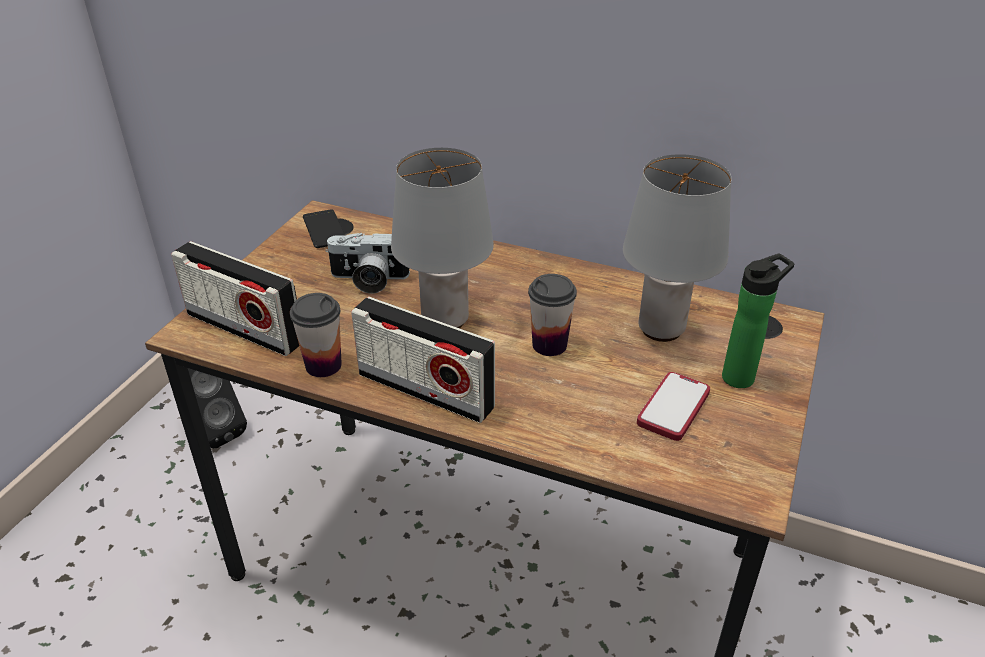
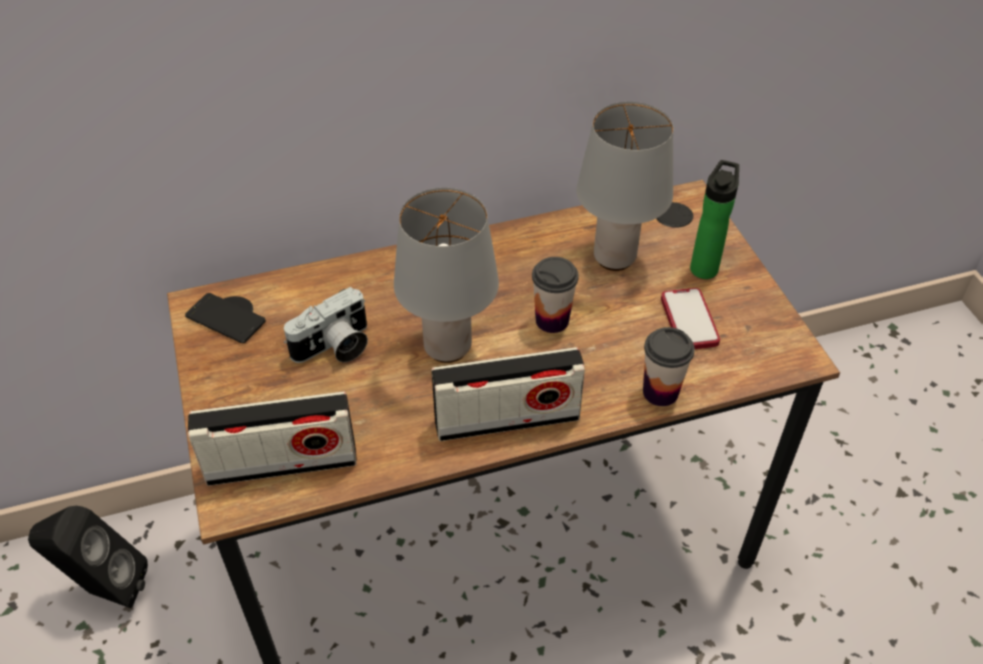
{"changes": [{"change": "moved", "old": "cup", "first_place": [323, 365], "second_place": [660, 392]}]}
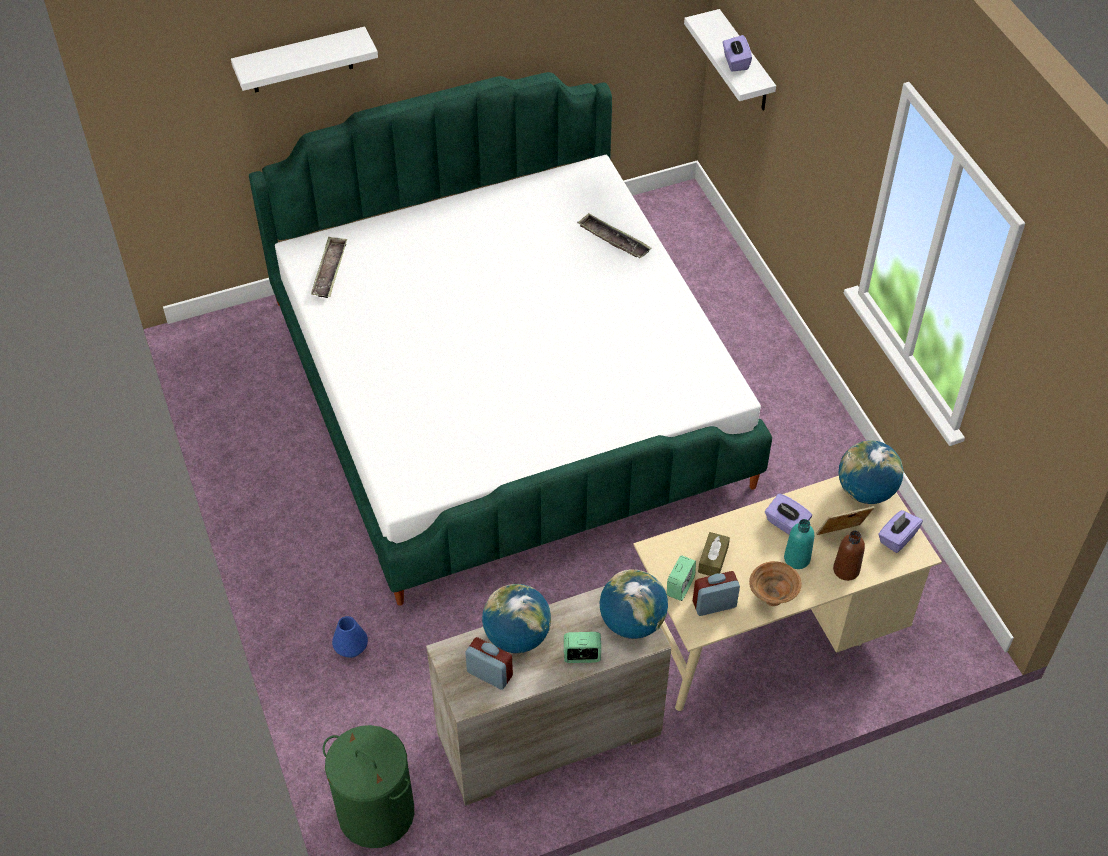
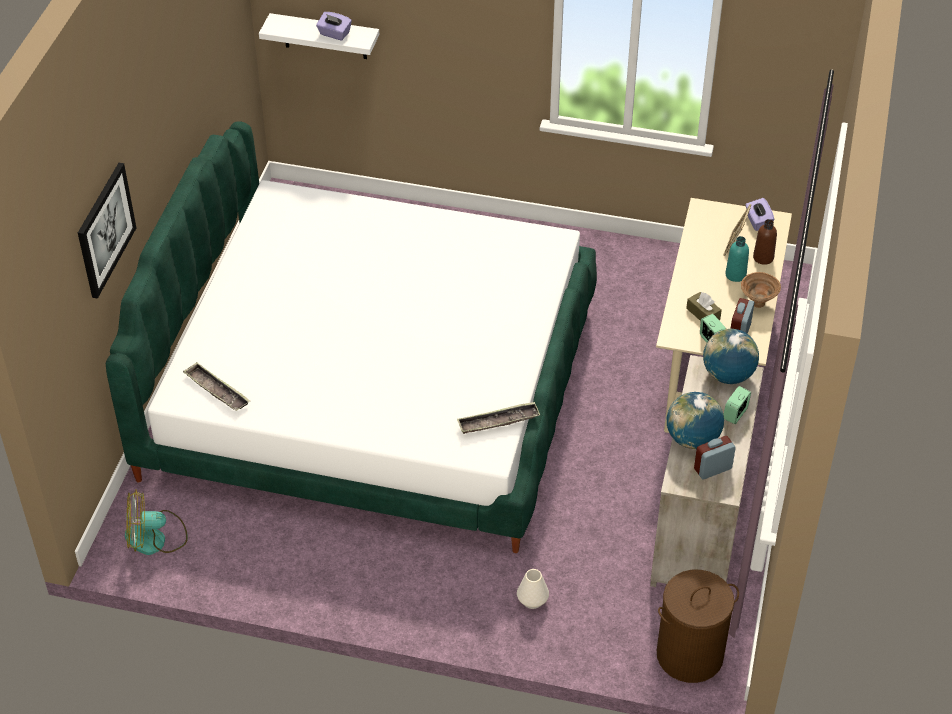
{"changes": [{"change": "replaced", "old": "wall shelf (whitish)", "new": "wall art", "first_place": [301, 60], "second_place": [105, 229]}, {"change": "moved", "old": "serving tray", "first_place": [614, 240], "second_place": [498, 421]}, {"change": "removed", "old": "desk globe", "first_place": [865, 491]}, {"change": "removed", "old": "tissue box (purplish)", "first_place": [786, 523]}, {"change": "recoloured", "old": "vase (blue-coloured)", "new": "vase (whitish)", "first_place": [351, 648], "second_place": [532, 600]}, {"change": "recoloured", "old": "hamper (green-coloured)", "new": "hamper (brown)", "first_place": [375, 812], "second_place": [689, 655]}, {"change": "added", "new": "cooling fan", "second_place": [155, 539]}]}
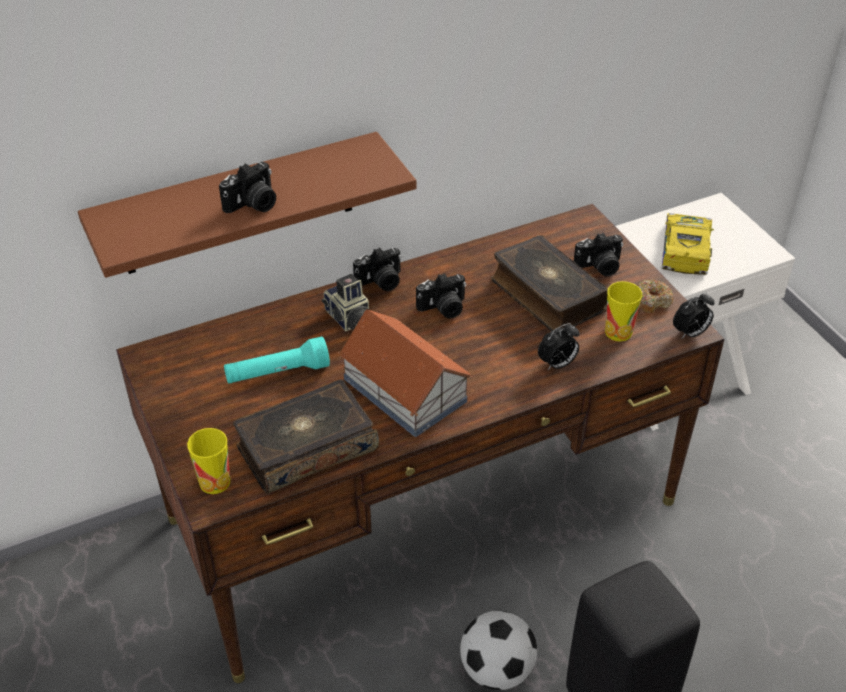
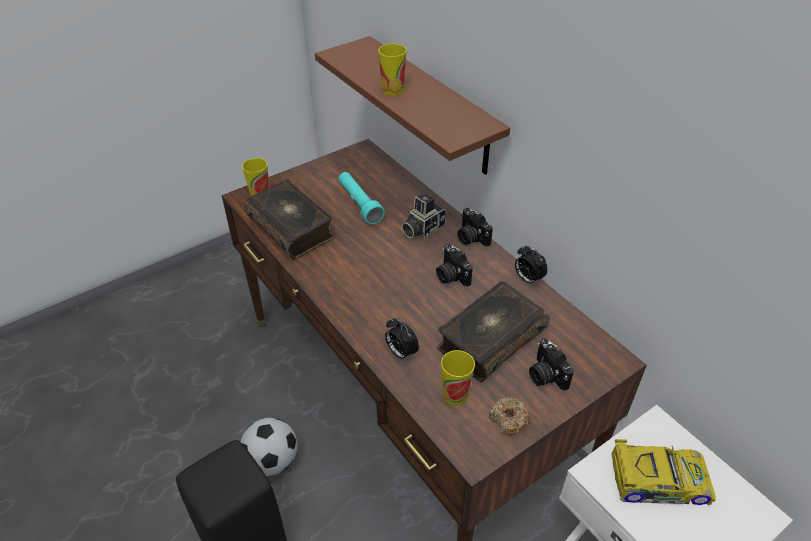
{"changes": [{"change": "replaced", "old": "still camera", "new": "cup", "first_place": [253, 204], "second_place": [392, 89]}, {"change": "moved", "old": "table clock", "first_place": [690, 333], "second_place": [527, 279]}, {"change": "removed", "old": "toy house", "first_place": [404, 388]}]}
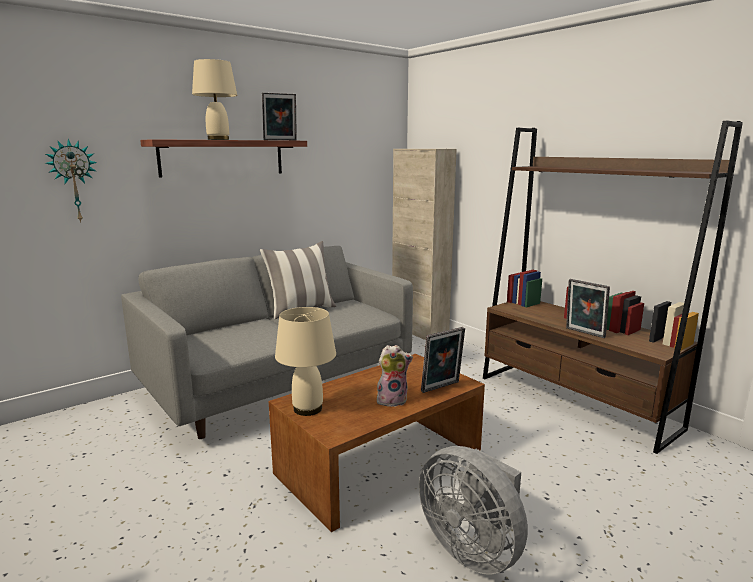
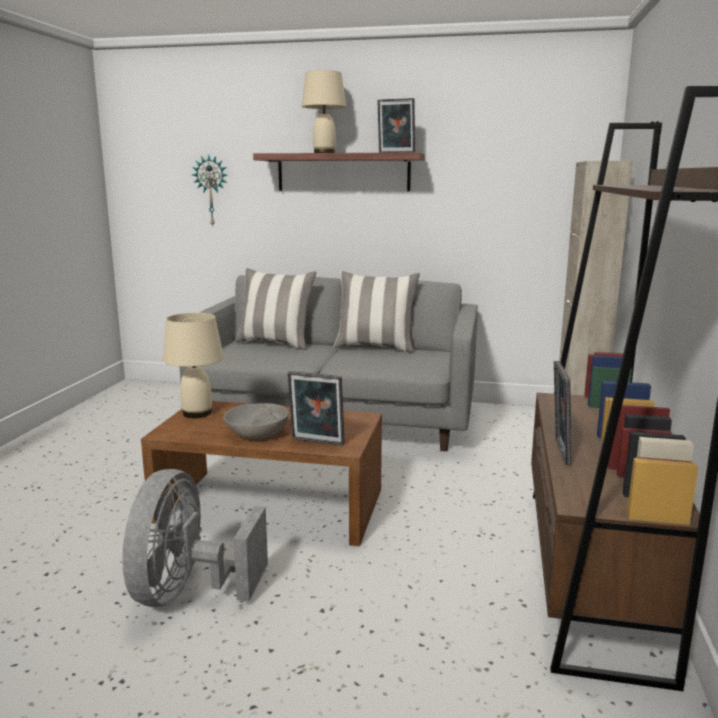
{"changes": [{"change": "replaced", "old": "plush toy", "new": "serving bowl (greyish)", "first_place": [392, 400], "second_place": [257, 433]}, {"change": "added", "new": "cushion", "second_place": [275, 343]}]}
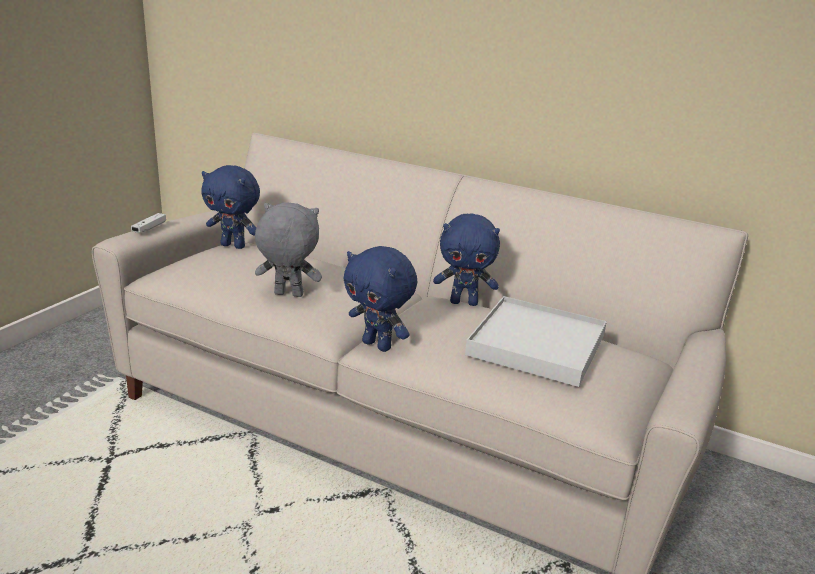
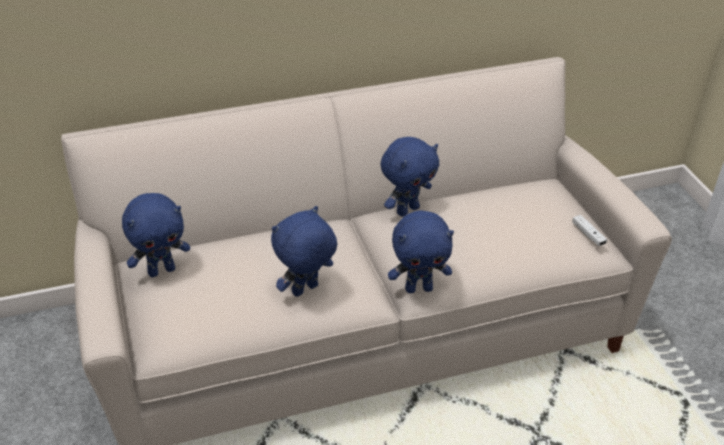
{"changes": [{"change": "recoloured", "old": "plush toy (greyish)", "new": "plush toy (blue-coloured)", "first_place": [287, 295], "second_place": [305, 291]}, {"change": "moved", "old": "game controller (whitish)", "first_place": [149, 228], "second_place": [588, 234]}, {"change": "removed", "old": "serving tray (whitish)", "first_place": [536, 345]}]}
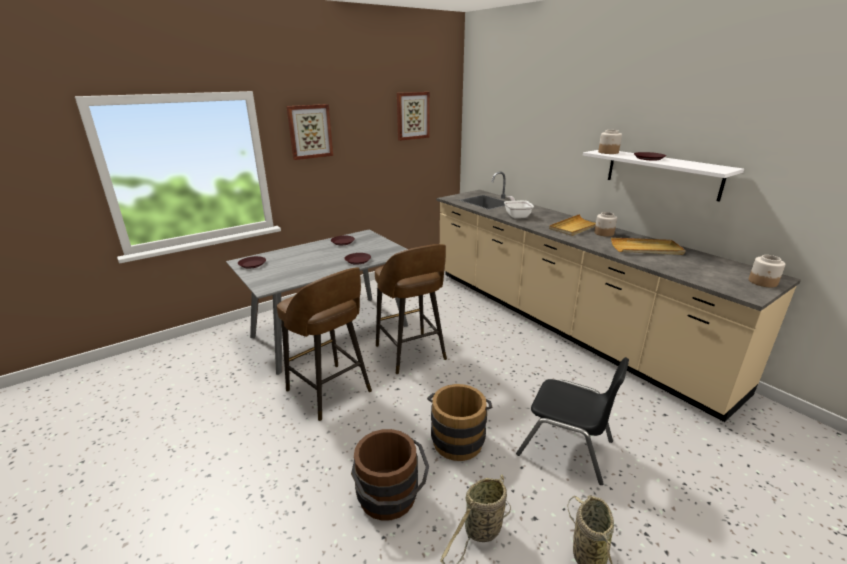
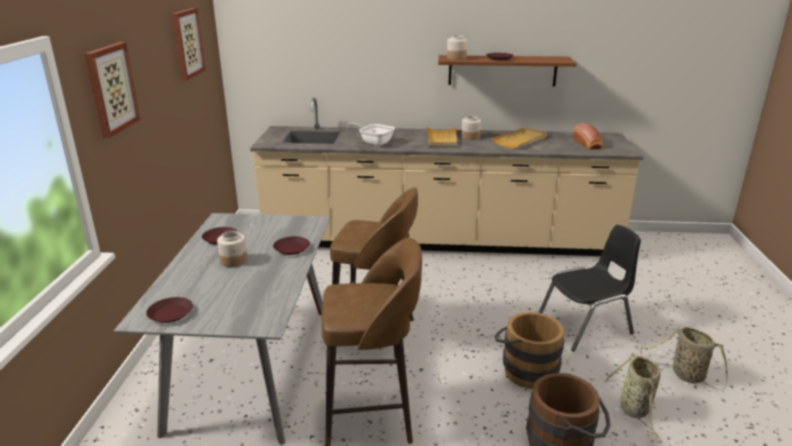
{"changes": [{"change": "recoloured", "old": "wall shelf (whitish)", "new": "wall shelf (brown)", "first_place": [662, 173], "second_place": [502, 70]}, {"change": "moved", "old": "jar", "first_place": [763, 282], "second_place": [234, 260]}, {"change": "added", "new": "baked bread", "second_place": [588, 145]}]}
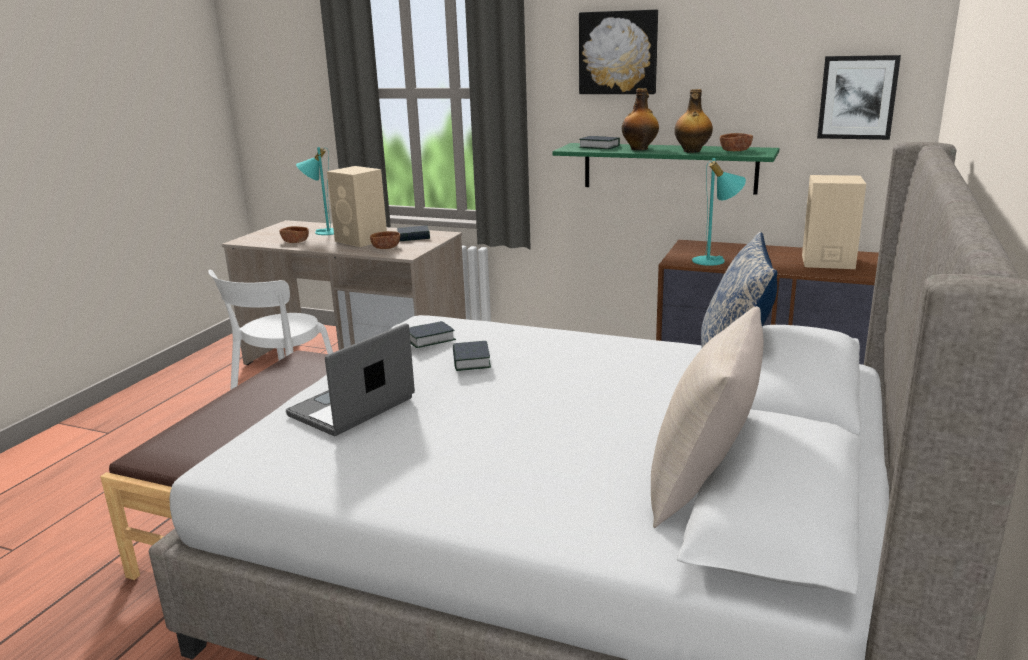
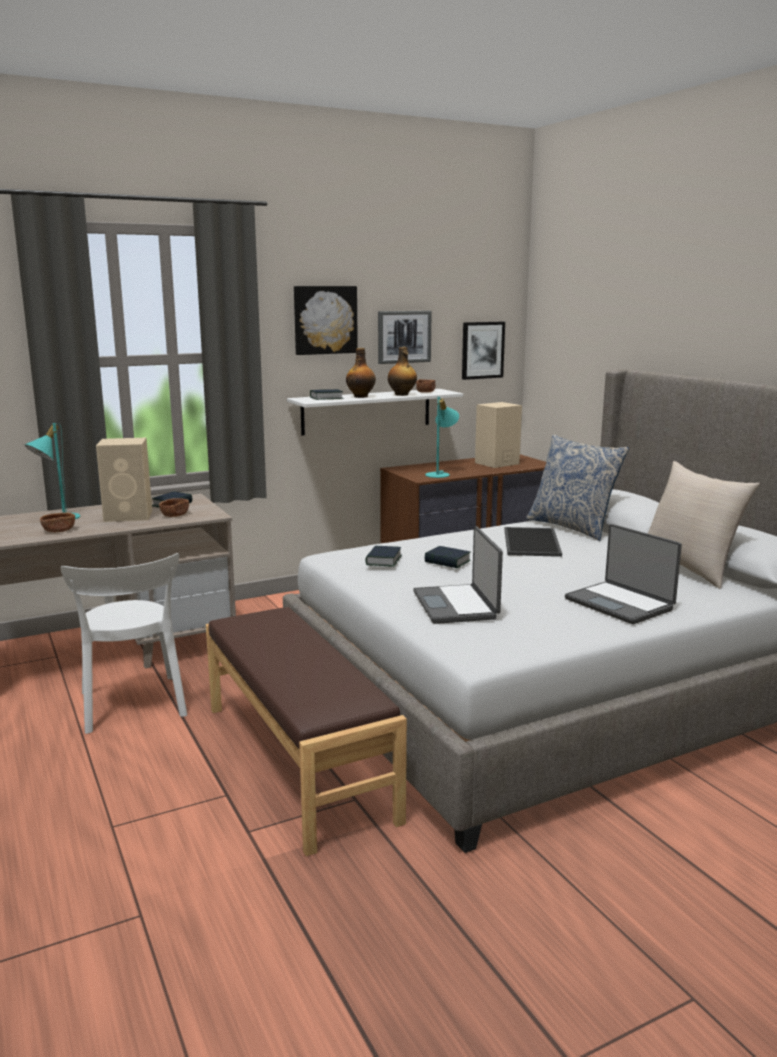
{"changes": [{"change": "recoloured", "old": "wall shelf (green-coloured)", "new": "wall shelf (whitish)", "first_place": [669, 168], "second_place": [366, 411]}, {"change": "added", "new": "wall art", "second_place": [404, 337]}, {"change": "added", "new": "portable computer", "second_place": [620, 604]}, {"change": "added", "new": "serving tray", "second_place": [533, 542]}]}
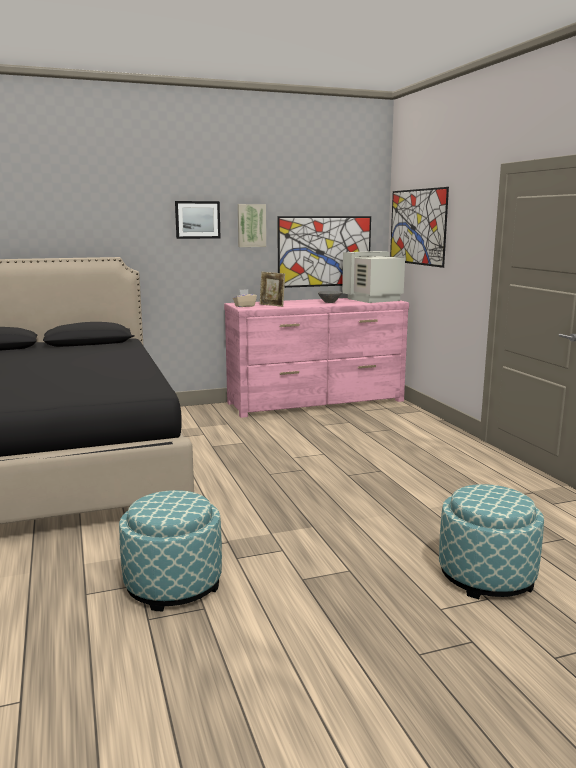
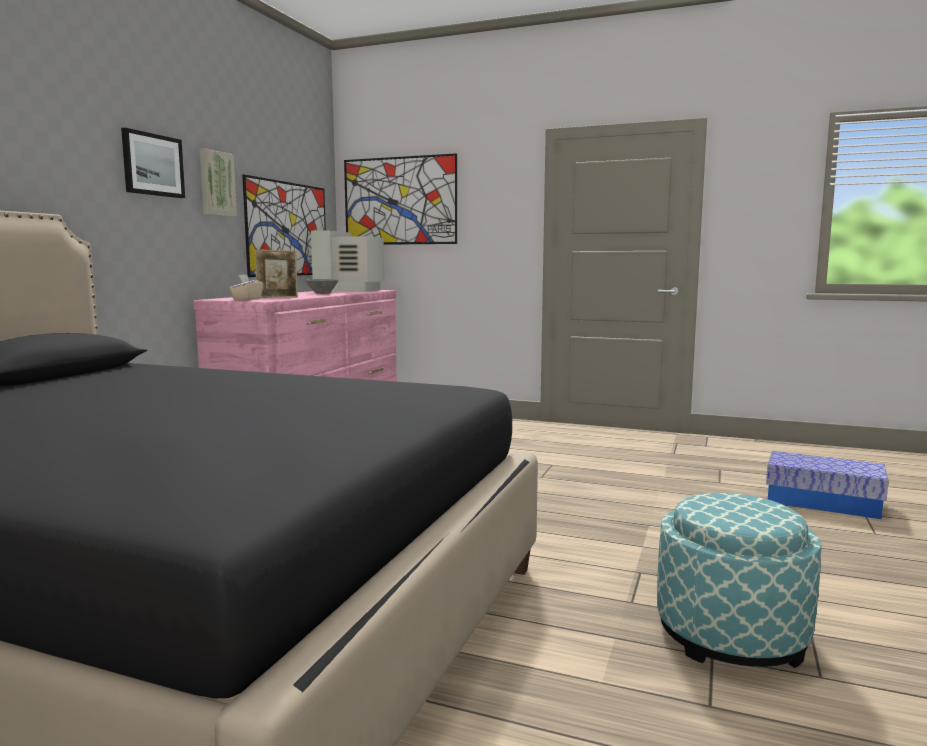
{"changes": [{"change": "replaced", "old": "ottoman", "new": "storage container", "first_place": [486, 576], "second_place": [822, 502]}]}
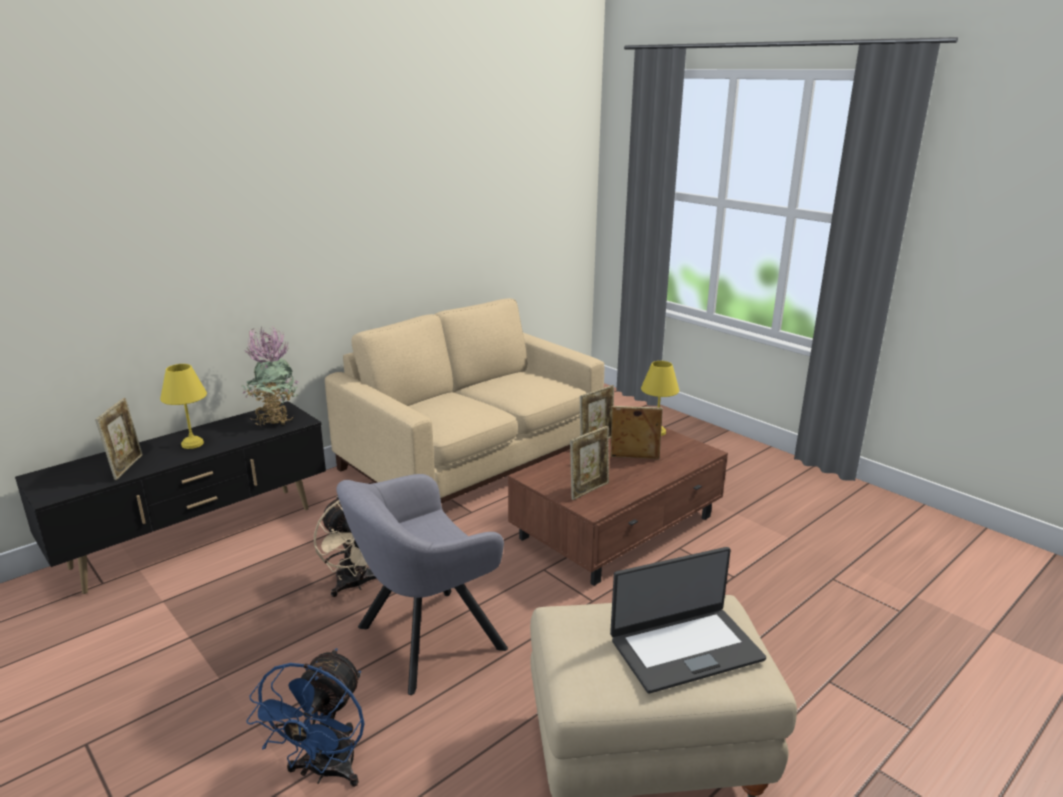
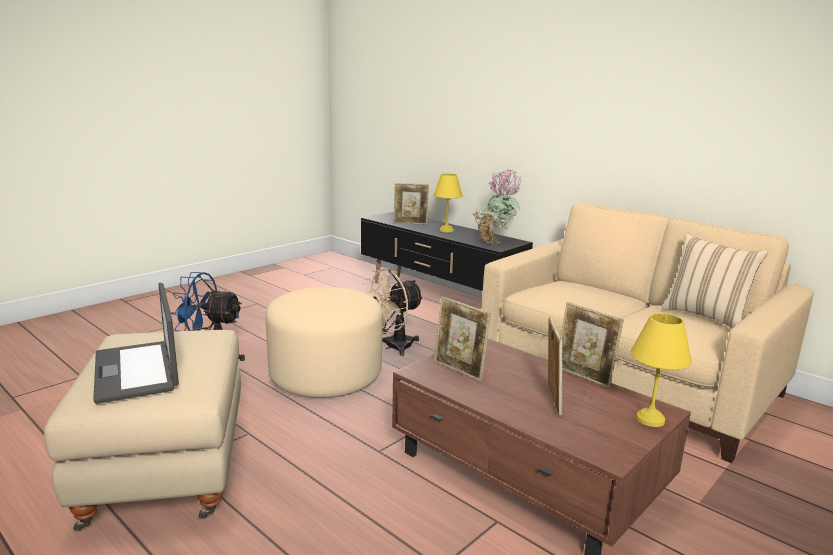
{"changes": [{"change": "replaced", "old": "lounge chair (greyish)", "new": "ottoman (beige)", "first_place": [422, 640], "second_place": [326, 375]}, {"change": "added", "new": "cushion (beige)", "second_place": [706, 316]}]}
